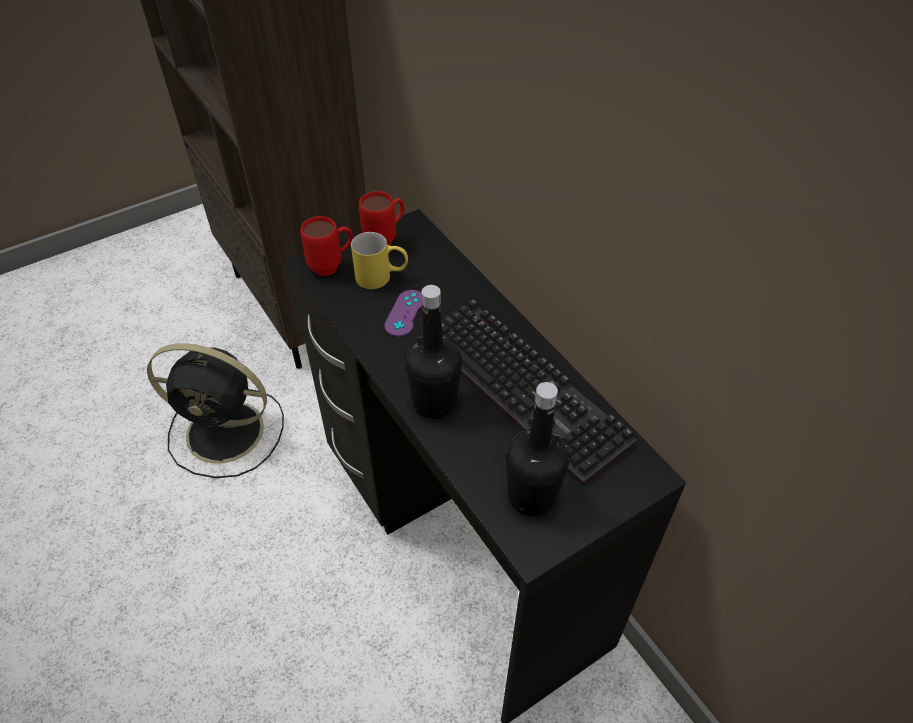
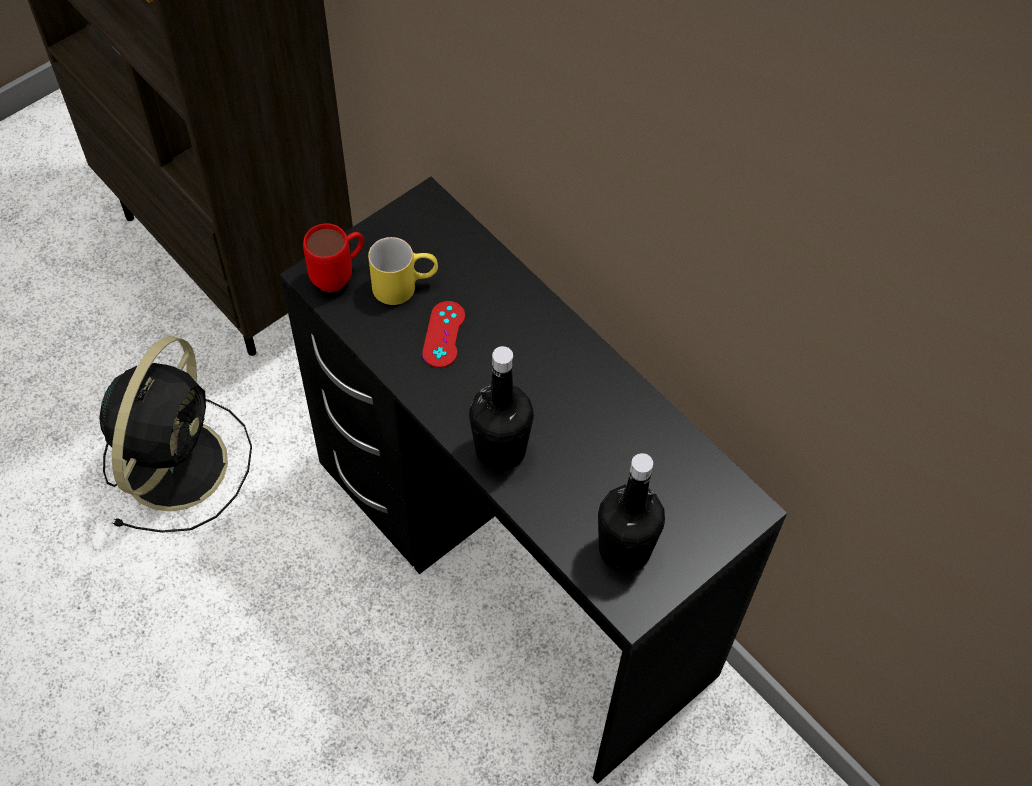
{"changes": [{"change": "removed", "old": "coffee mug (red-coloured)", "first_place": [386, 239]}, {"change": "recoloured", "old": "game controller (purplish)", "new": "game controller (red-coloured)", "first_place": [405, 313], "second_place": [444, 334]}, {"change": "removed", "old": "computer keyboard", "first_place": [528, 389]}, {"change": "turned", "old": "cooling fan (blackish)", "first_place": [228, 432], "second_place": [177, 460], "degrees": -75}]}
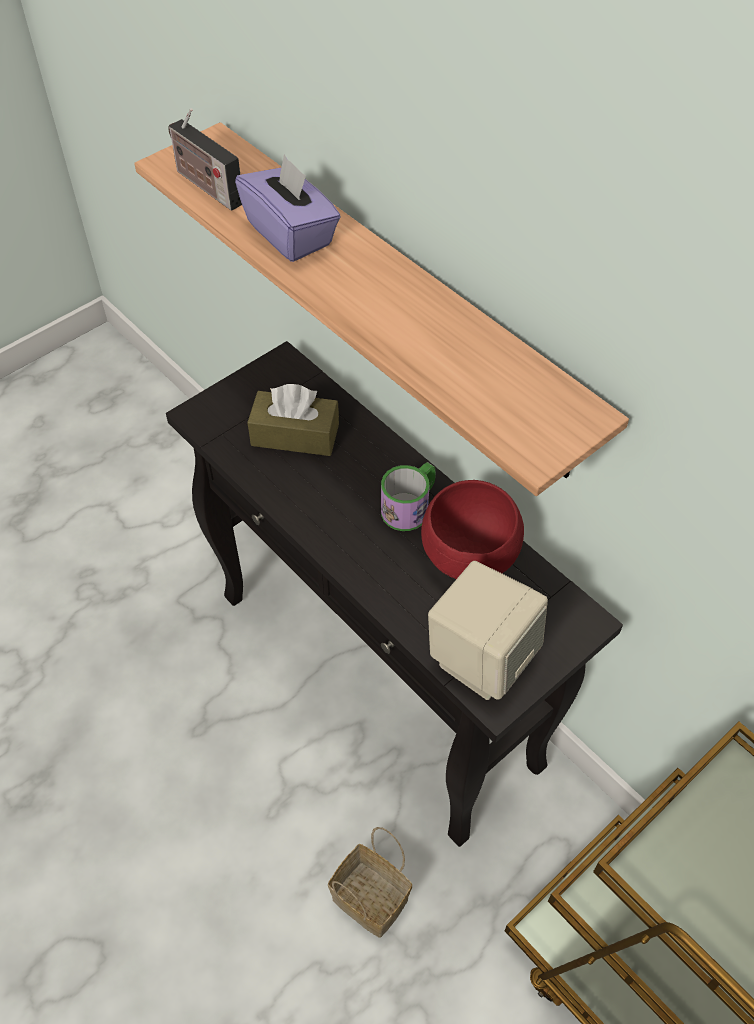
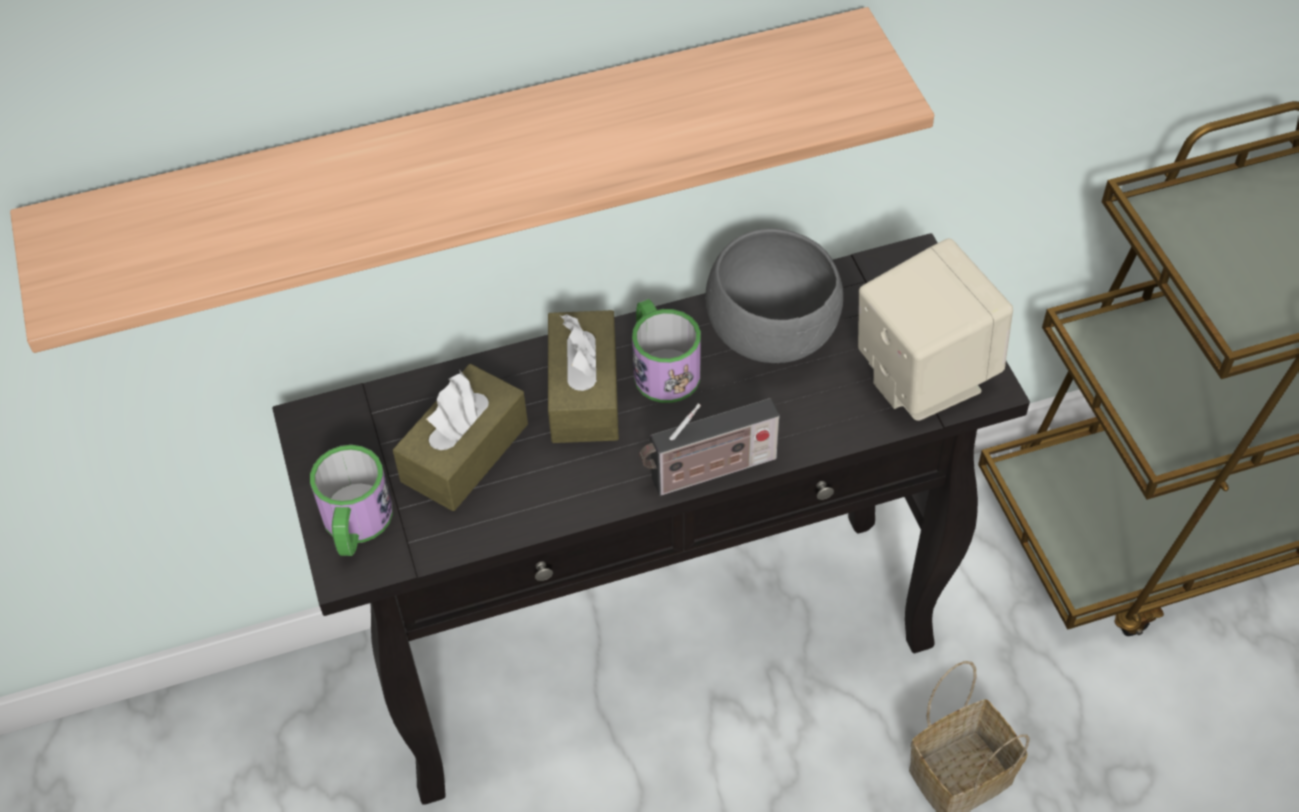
{"changes": [{"change": "moved", "old": "radio set", "first_place": [206, 186], "second_place": [708, 472]}, {"change": "removed", "old": "tissue box (purplish)", "first_place": [291, 234]}, {"change": "recoloured", "old": "serving bowl (red-coloured)", "new": "serving bowl (greyish)", "first_place": [471, 558], "second_place": [774, 334]}, {"change": "added", "new": "tissue box (brown)", "second_place": [584, 392]}, {"change": "added", "new": "coffee mug", "second_place": [355, 525]}]}
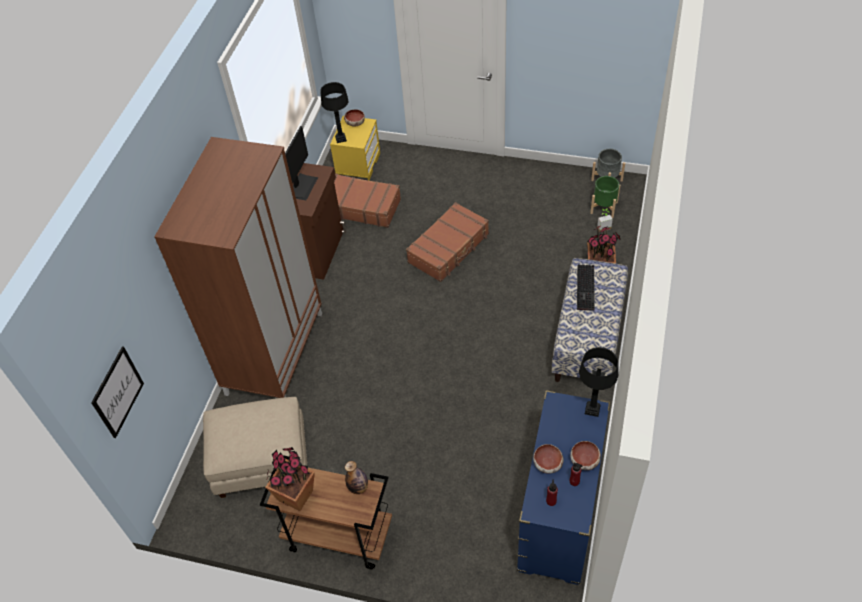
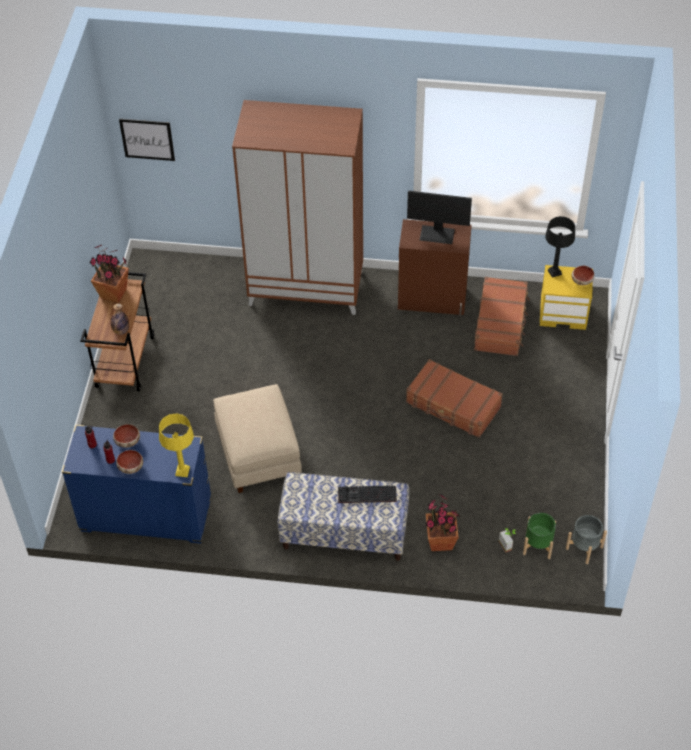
{"changes": [{"change": "recoloured", "old": "lamp for a table (blackish)", "new": "lamp for a table (yellowish)", "first_place": [592, 409], "second_place": [182, 471]}, {"change": "moved", "old": "ottoman (beige)", "first_place": [262, 462], "second_place": [257, 454]}]}
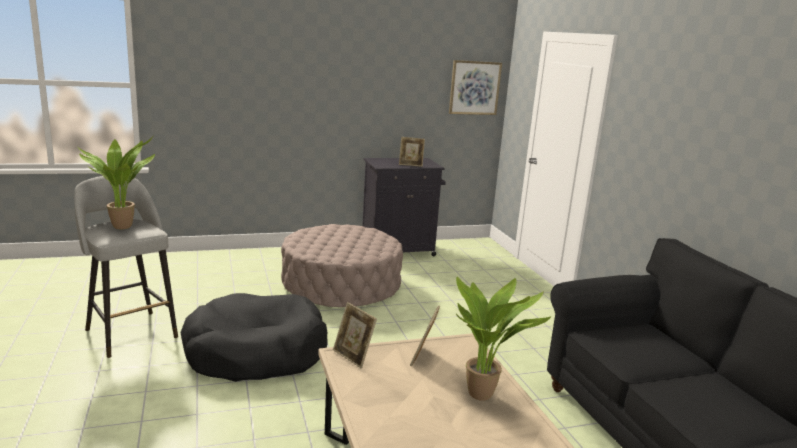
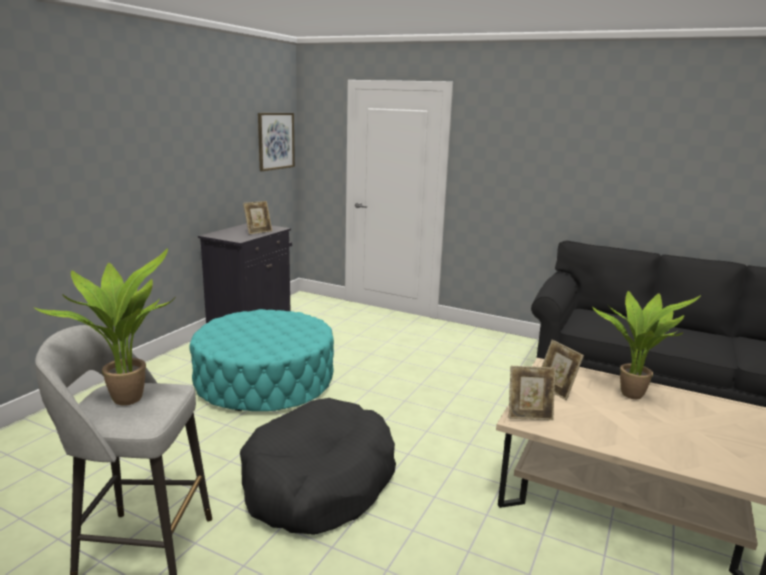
{"changes": [{"change": "recoloured", "old": "ottoman (beige)", "new": "ottoman (turquoise-coloured)", "first_place": [341, 285], "second_place": [265, 381]}]}
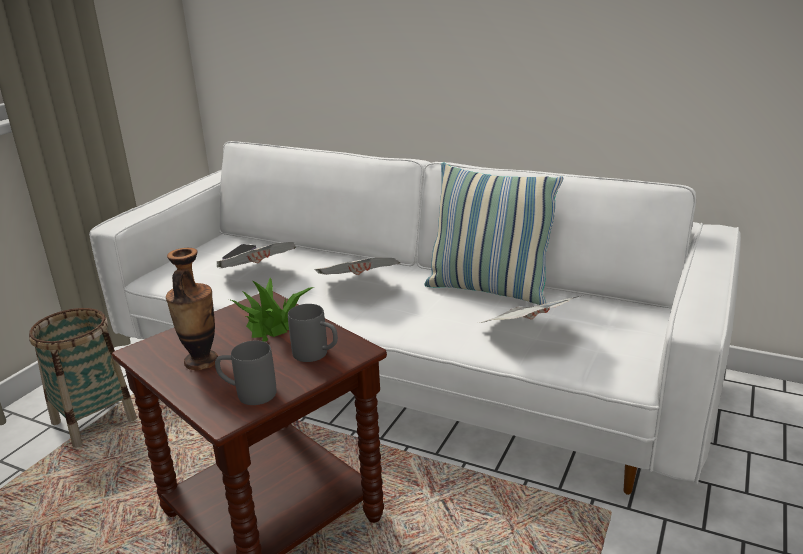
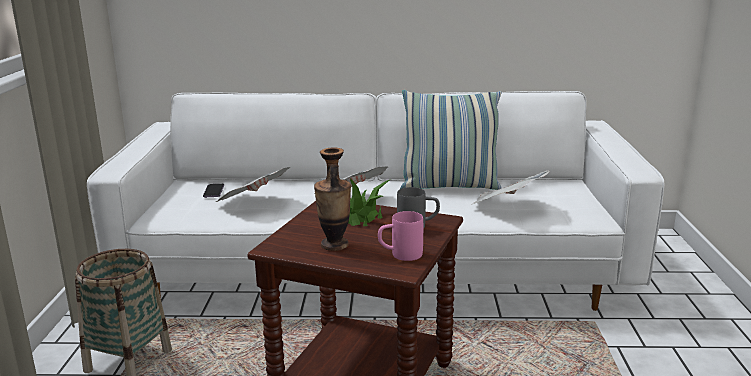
{"changes": [{"change": "recoloured", "old": "coffee mug (greyish)", "new": "coffee mug (pinkish)", "first_place": [248, 394], "second_place": [400, 255]}]}
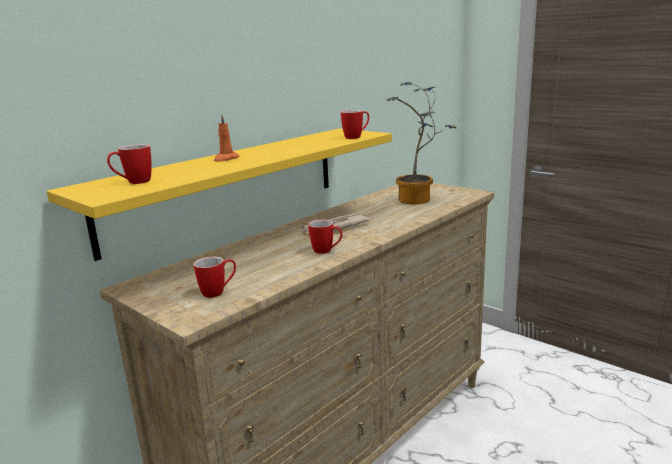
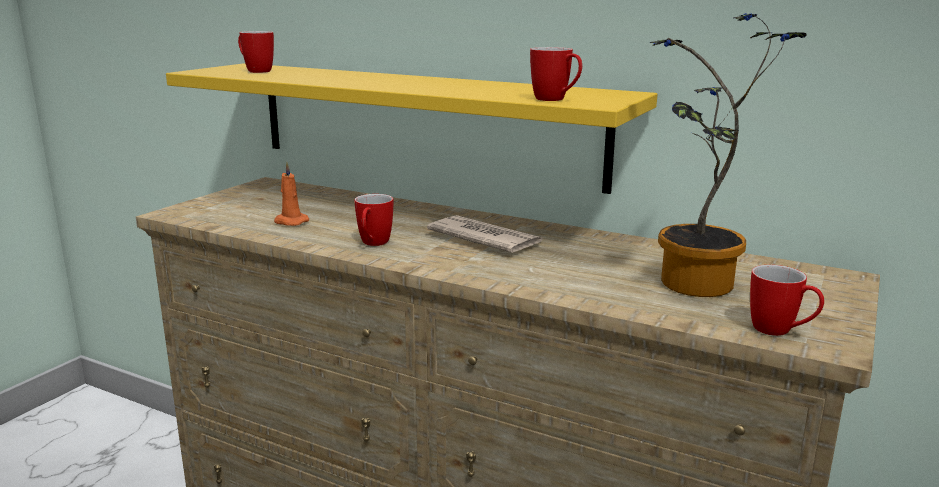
{"changes": [{"change": "moved", "old": "wax candle (orange)", "first_place": [225, 159], "second_place": [290, 222]}, {"change": "moved", "old": "coffee mug", "first_place": [218, 292], "second_place": [781, 332]}]}
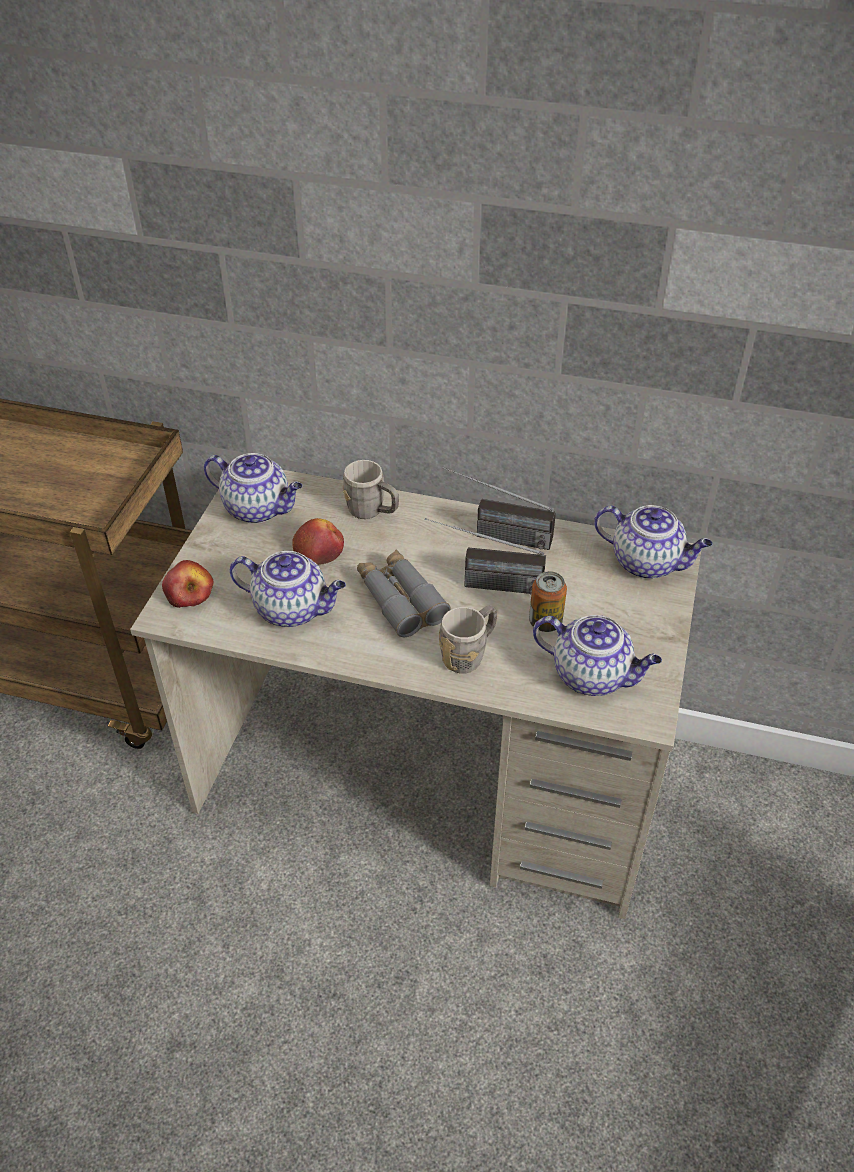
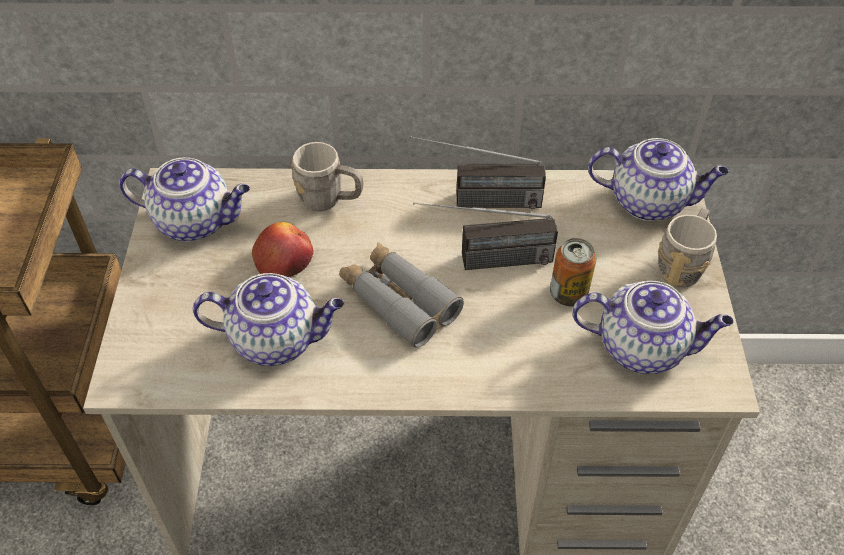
{"changes": [{"change": "removed", "old": "whole apple", "first_place": [189, 593]}, {"change": "moved", "old": "coffee mug (greyish)", "first_place": [469, 654], "second_place": [682, 264]}]}
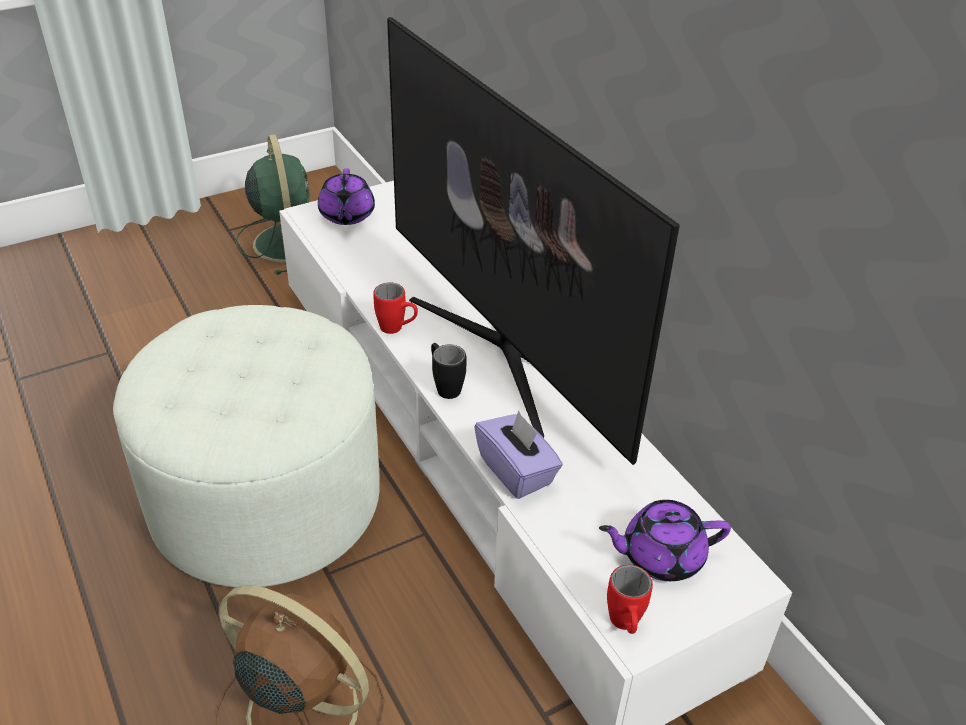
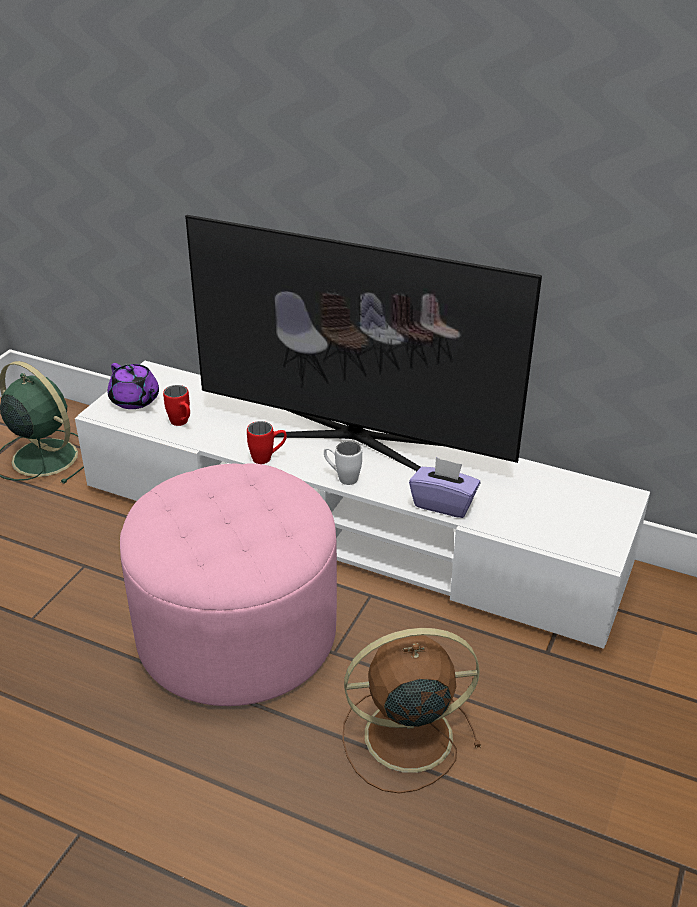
{"changes": [{"change": "recoloured", "old": "ottoman (whitish)", "new": "ottoman (pinkish)", "first_place": [266, 498], "second_place": [237, 632]}, {"change": "recoloured", "old": "coffee mug (blackish)", "new": "coffee mug (whitish)", "first_place": [445, 386], "second_place": [342, 477]}, {"change": "removed", "old": "teapot (purplish)", "first_place": [660, 556]}, {"change": "moved", "old": "coffee mug (red-coloured)", "first_place": [625, 626], "second_place": [182, 424]}]}
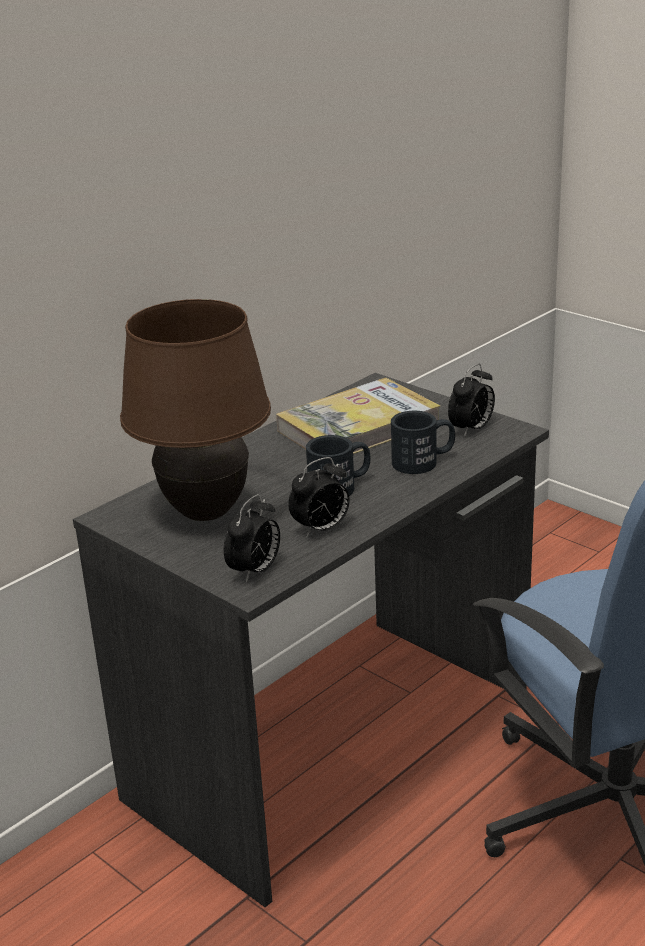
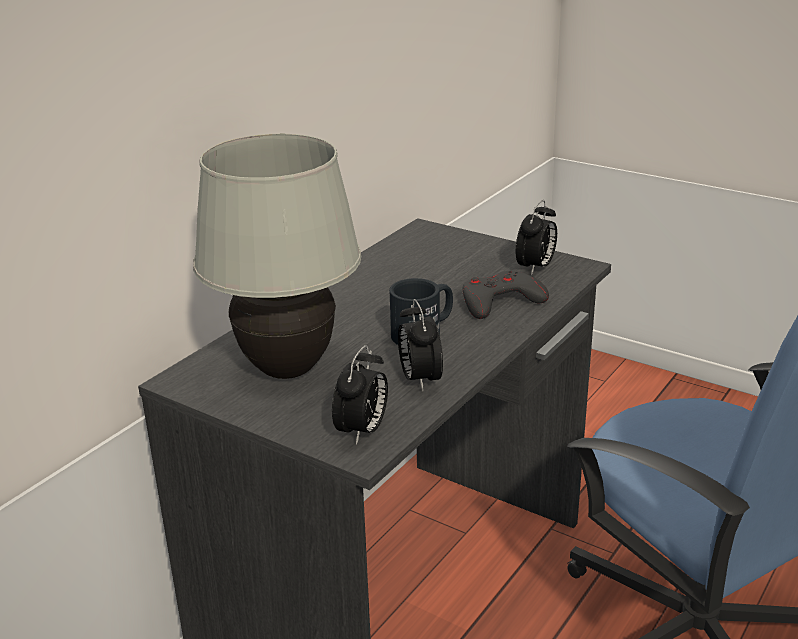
{"changes": [{"change": "recoloured", "old": "lamp for a table (brown)", "new": "lamp for a table (whitish)", "first_place": [206, 513], "second_place": [288, 370]}, {"change": "removed", "old": "bound book", "first_place": [358, 426]}, {"change": "replaced", "old": "coffee mug (blackish)", "new": "game controller (greyish)", "first_place": [423, 461], "second_place": [500, 302]}, {"change": "turned", "old": "table clock", "first_place": [321, 529], "second_place": [419, 379], "degrees": 120}]}
